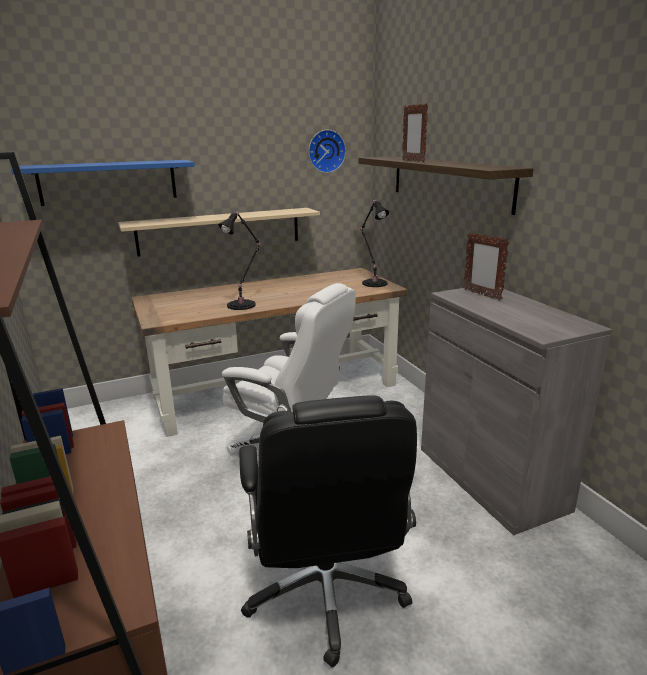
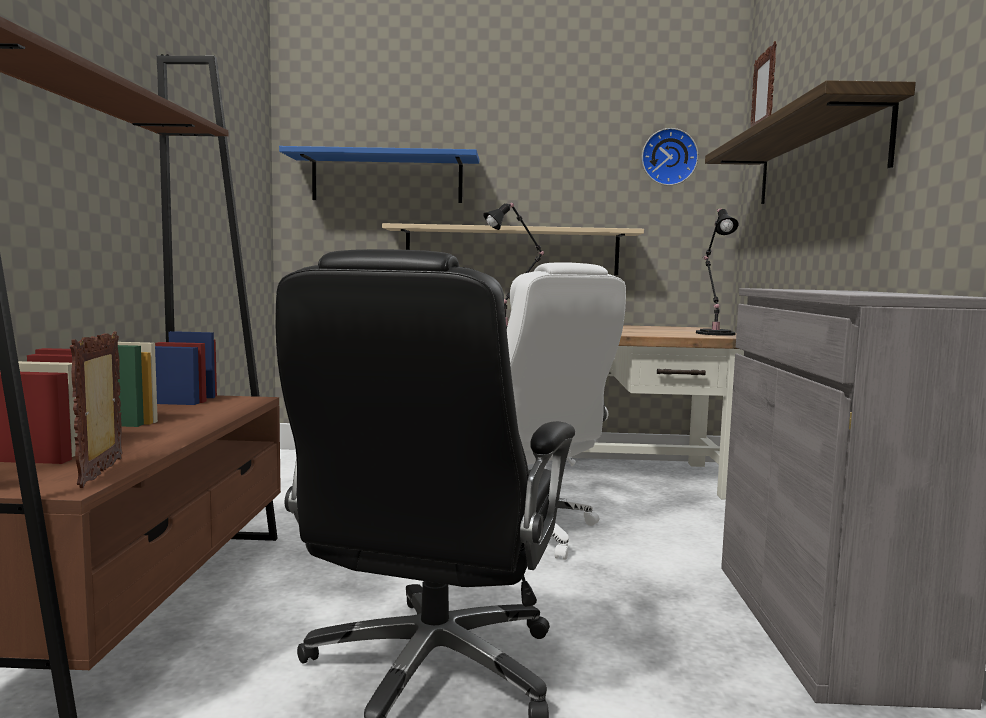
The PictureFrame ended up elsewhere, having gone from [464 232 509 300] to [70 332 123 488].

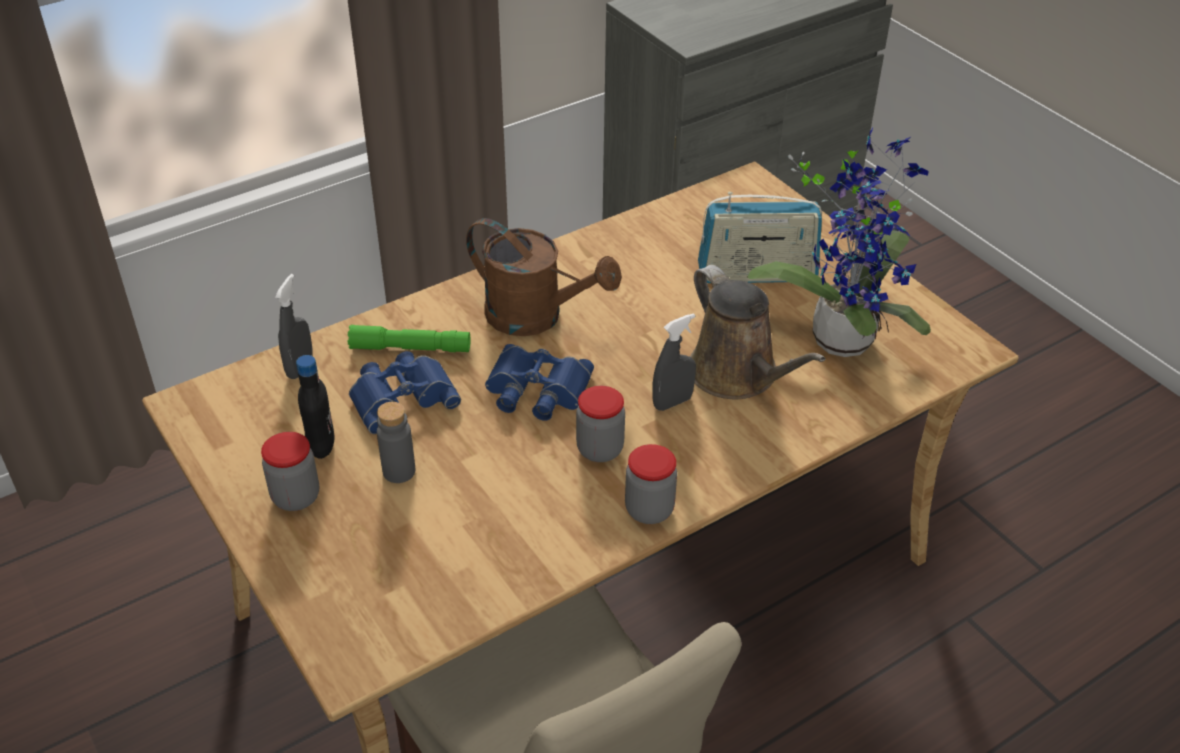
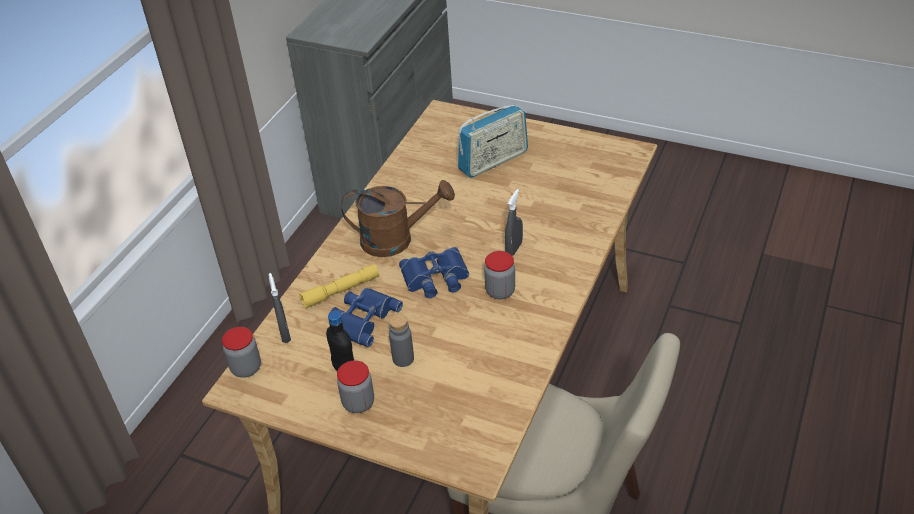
The second view lost the BrownishWateringCan at [690 265 826 399].
The second view lost the Houseplant at [748 128 931 357].
The StorageJar ended up elsewhere, having gone from [625 444 677 524] to [222 327 261 378].
What was the GreenColouredHandTorch at [348 325 470 352] turned into the YellowHandTorch at [299 264 379 309].

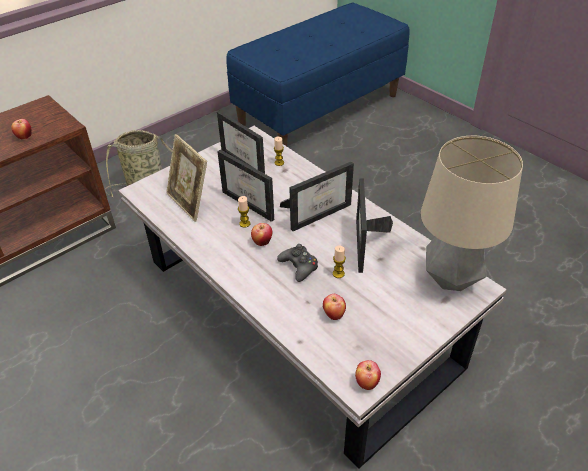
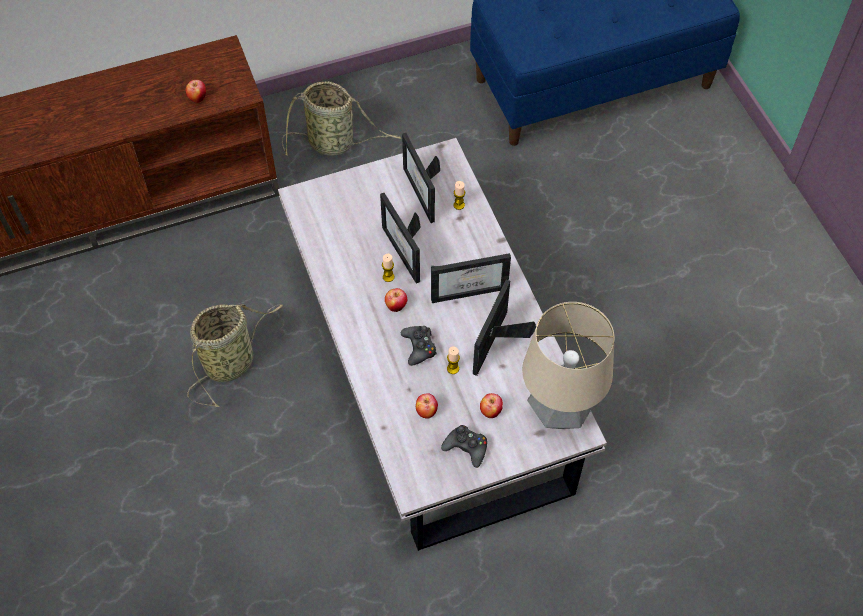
The second view lost the PictureFrame at [166 134 207 222].
The second view gained the Basket at [187 304 283 407].
The second view gained the BlackishGameController at [441 425 487 468].
The Apple ended up elsewhere, having gone from [355 360 381 390] to [480 393 503 418].

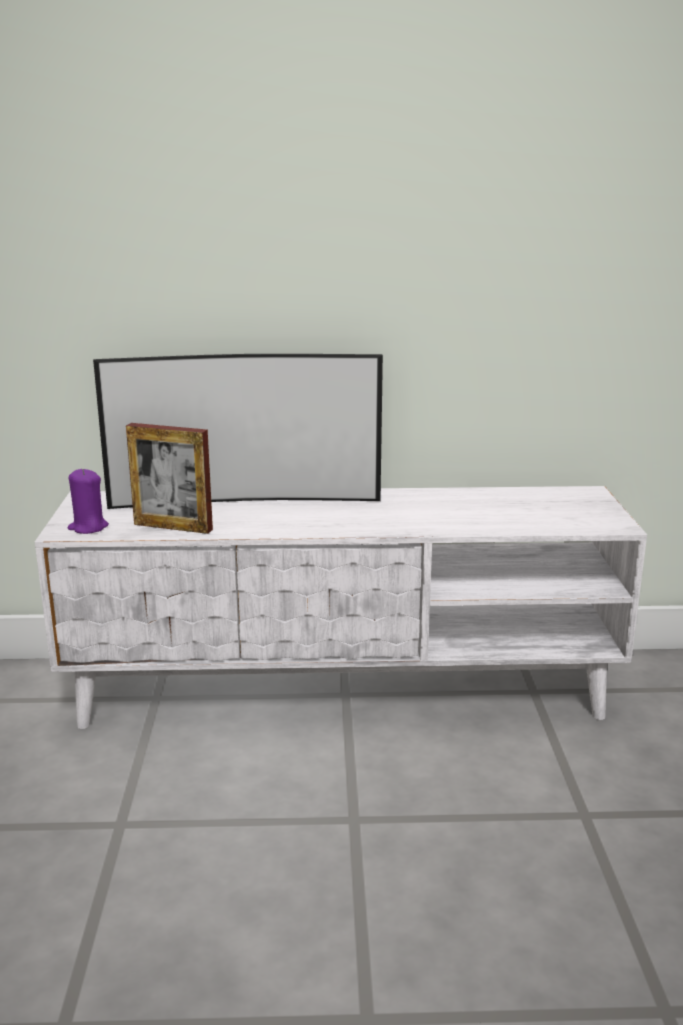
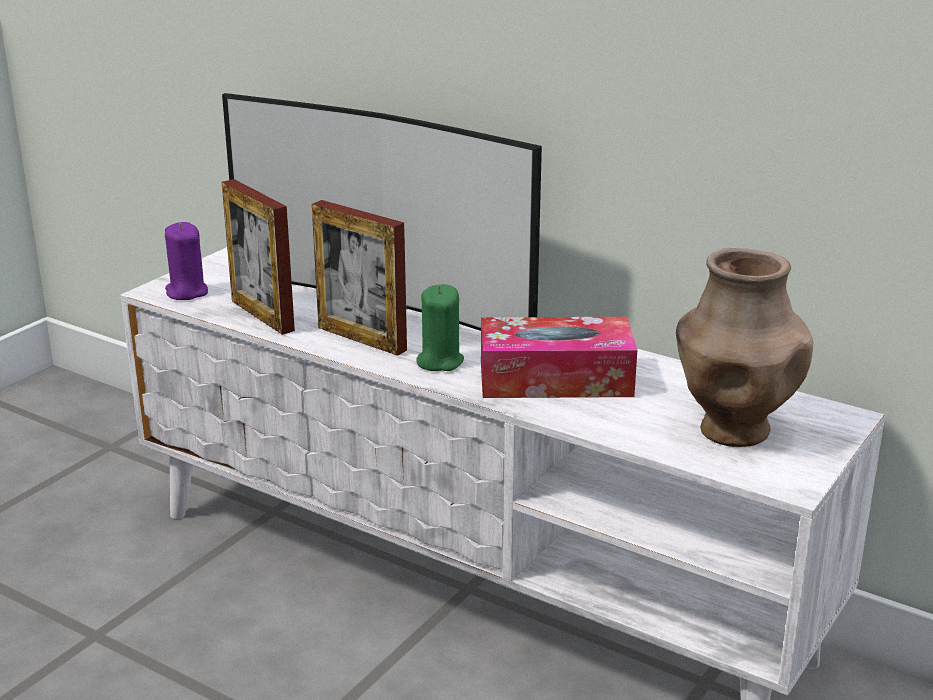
The second view gained the PictureFrame at [312 200 407 356].
The second view gained the GreenColouredWaxLight at [416 284 464 371].
The second view gained the TissueHolder at [481 317 637 398].
The second view gained the BrownishVase at [676 248 813 447].

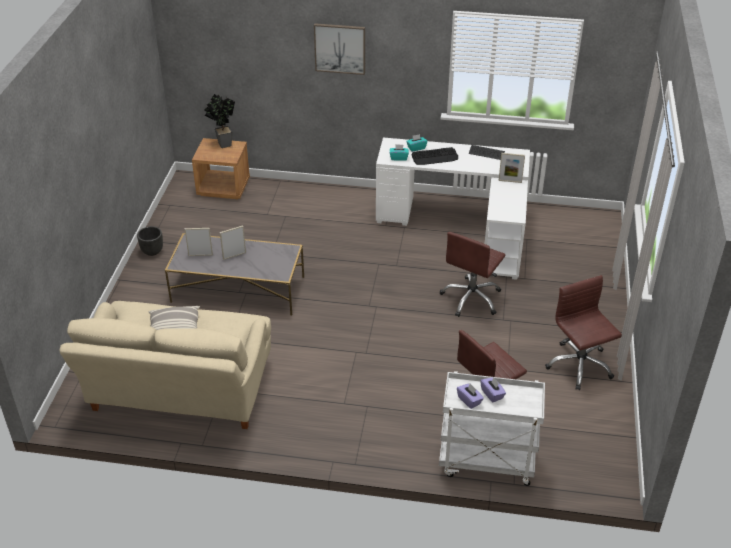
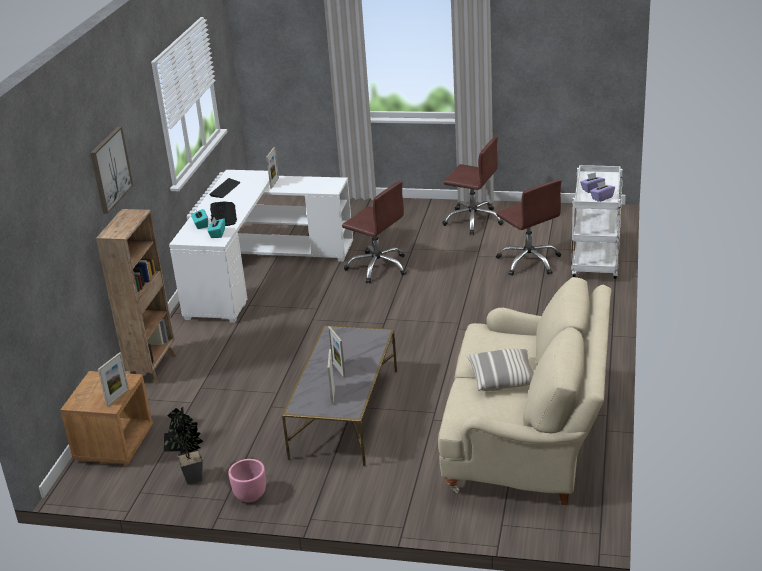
The second view gained the BrownishShelvingUnit at [96 209 176 385].
The second view gained the PictureFrame at [98 352 129 407].
The Houseplant ended up elsewhere, having gone from [205 94 235 148] to [164 407 204 485].
What was the BlackishFlowerPot at [137 226 163 256] turned into the PinkColouredFlowerPot at [228 459 266 502].
The BrownishDeskChair at [545 275 622 390] ended up facing another way, 135 degrees counterclockwise from before.

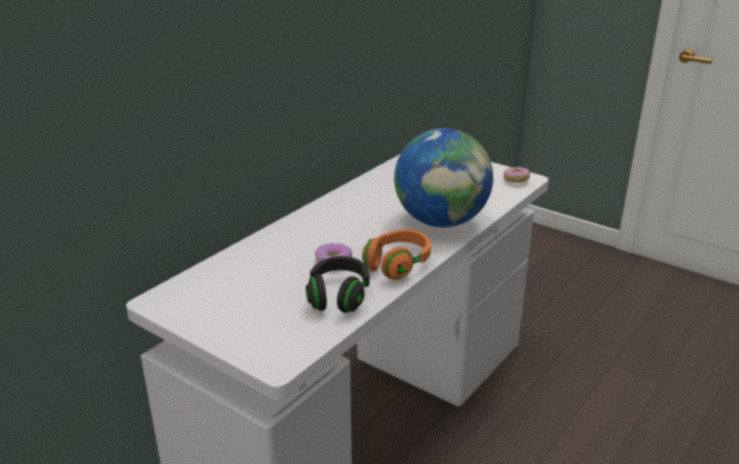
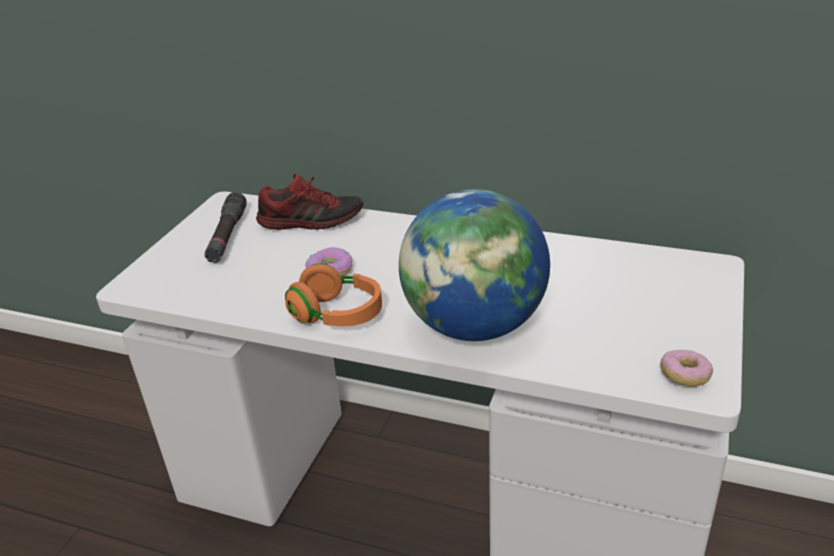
The second view lost the BlackishHeadphones at [306 256 370 313].
The second view gained the BlackishHandTorch at [204 192 247 263].
The second view gained the Shoe at [256 174 363 230].

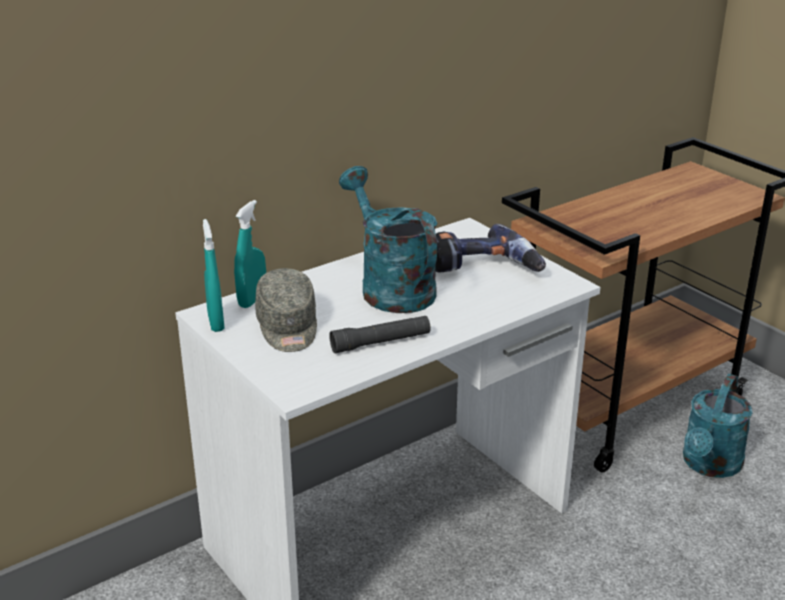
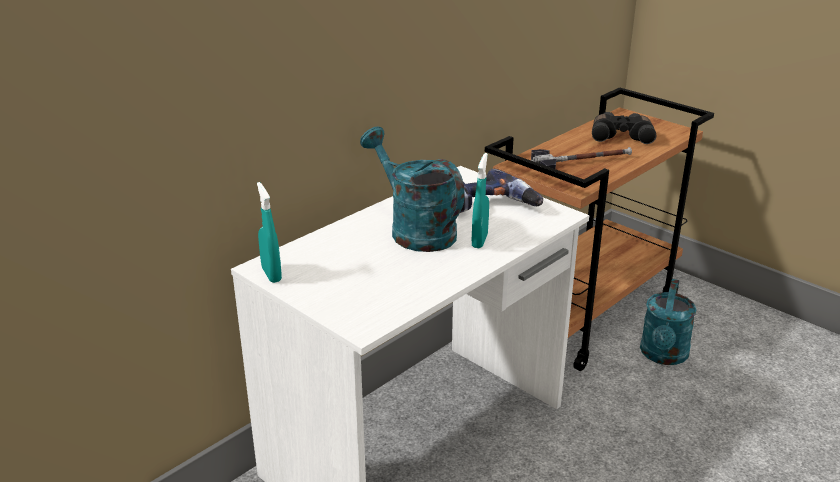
The second view lost the GreyPeakedCap at [255 268 317 352].
The second view lost the BlackishHandTorch at [329 316 431 353].
The second view gained the Hammer at [531 147 632 169].
The second view gained the BlackishBinoculars at [592 112 656 144].
The BlueGreenSprayBottle ended up elsewhere, having gone from [234 200 266 308] to [472 153 489 248].

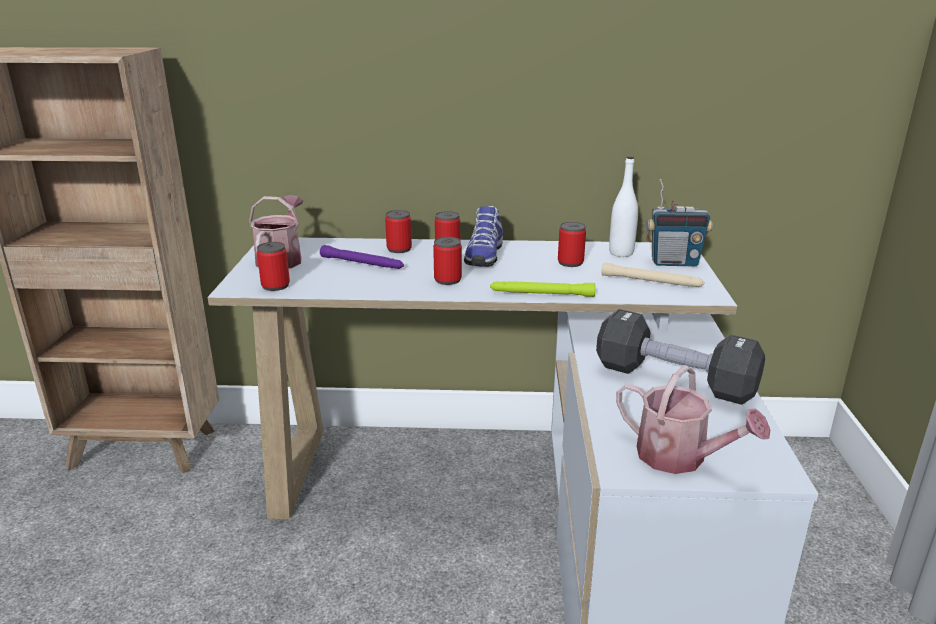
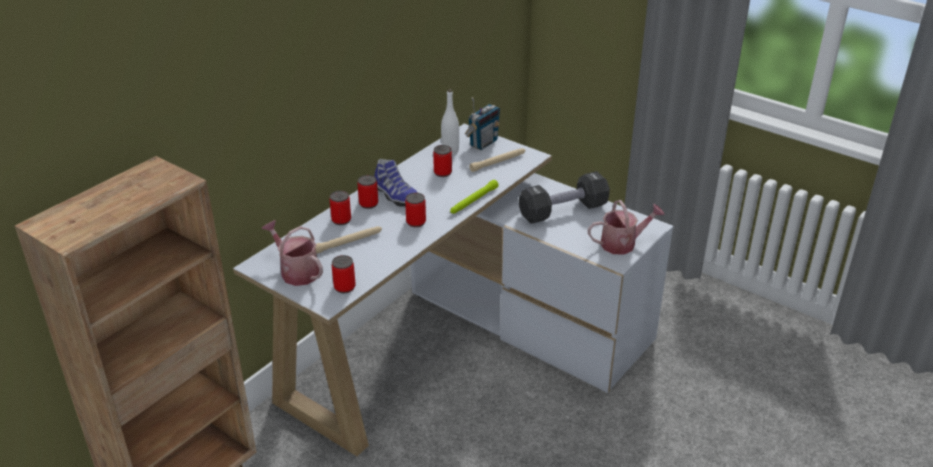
What was the PurpleColouredHandTorch at [320 245 404 269] turned into the BeigeColouredHandTorch at [316 226 382 254].

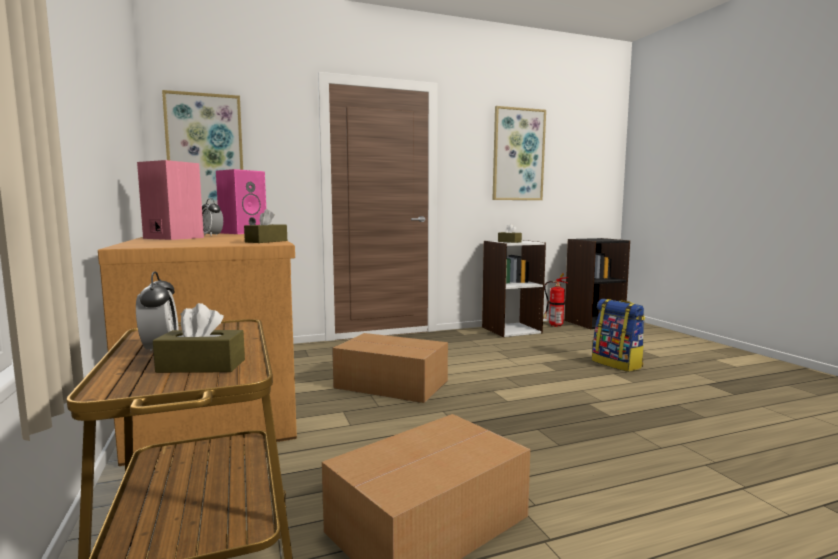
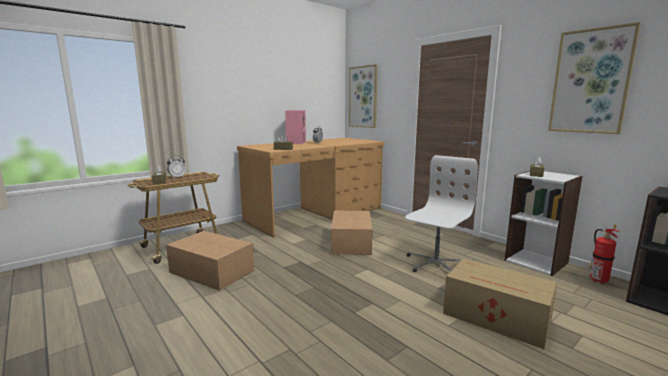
The second view lost the PinkColouredLoudspeaker at [216 169 266 234].
The second view gained the WhiteDeskChair at [405 155 478 272].
Where the Rucksack stood at [592 299 645 372], the CardboardBox came to stand at [443 259 557 349].

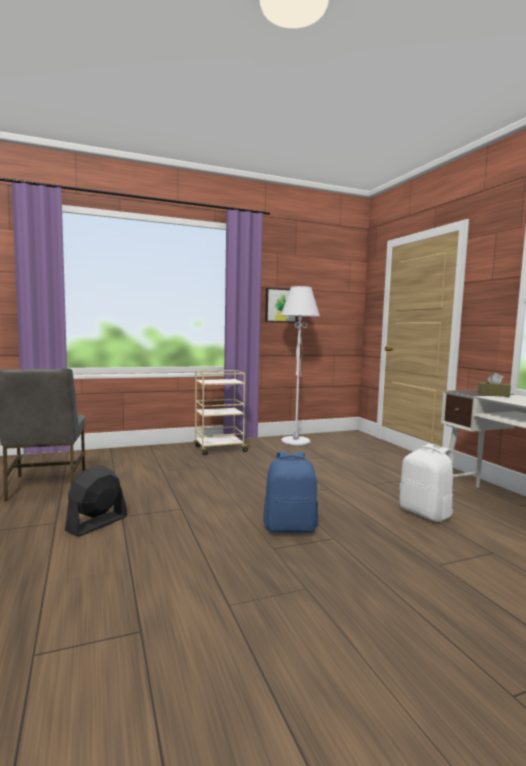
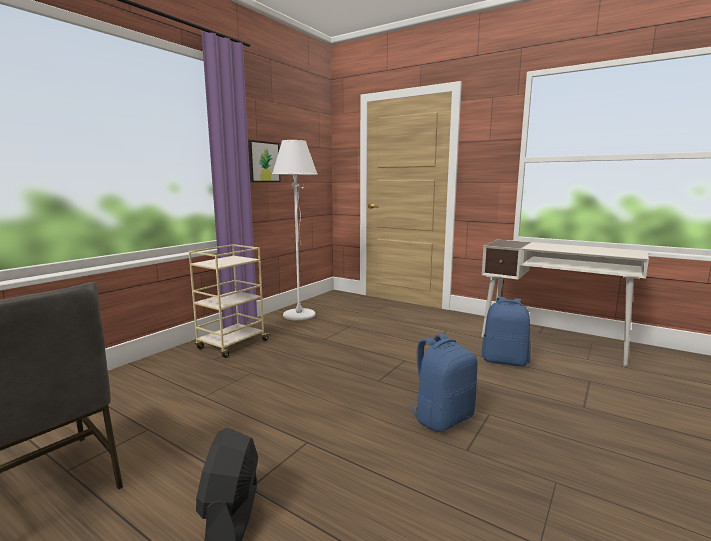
The second view lost the BrownishTissueHolder at [478 372 511 397].
What was the WhiteRucksack at [400 444 453 522] turned into the BluishRucksack at [482 297 531 367].

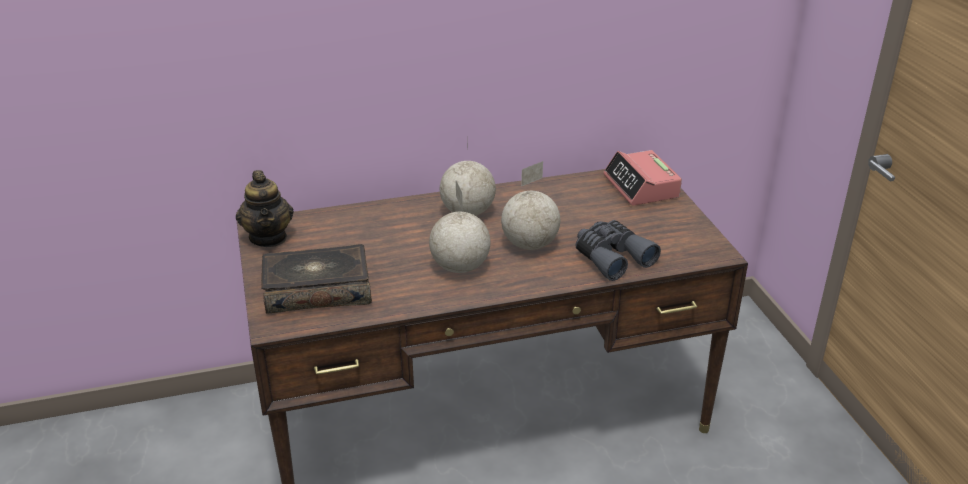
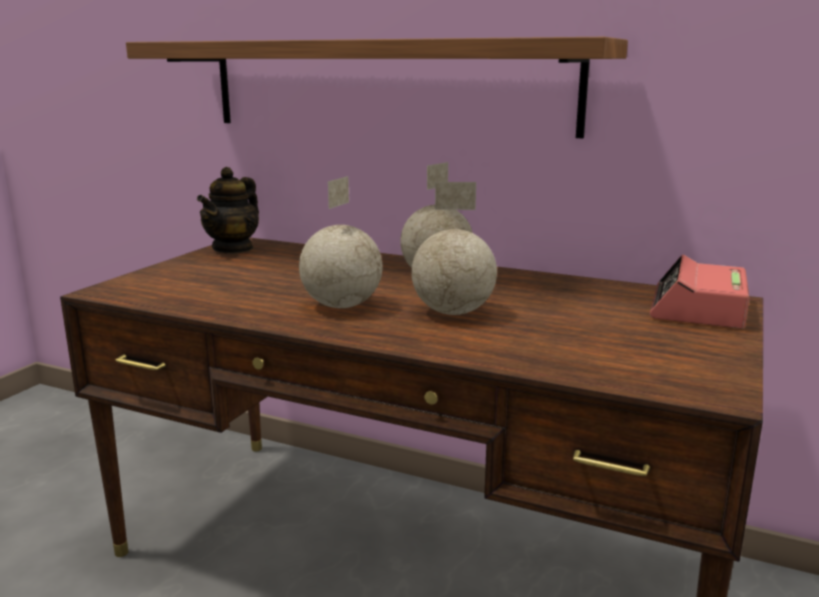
The second view lost the Volume at [261 244 372 314].
The second view lost the GreyBinoculars at [576 220 661 281].
The second view gained the WallShelf at [126 37 628 138].

